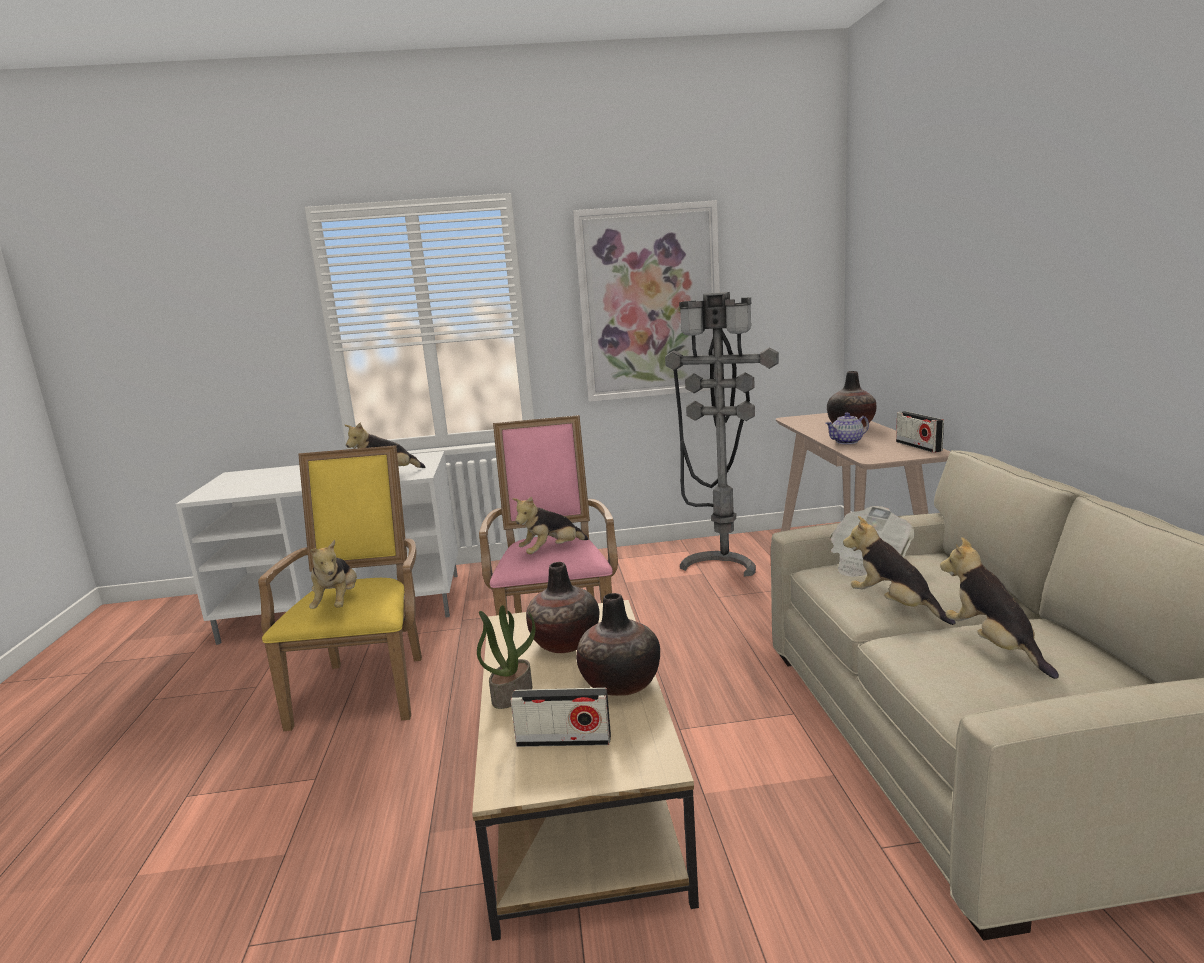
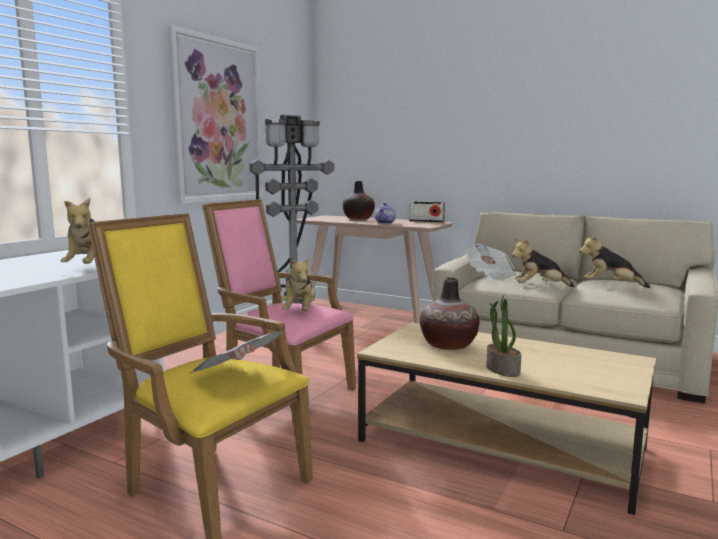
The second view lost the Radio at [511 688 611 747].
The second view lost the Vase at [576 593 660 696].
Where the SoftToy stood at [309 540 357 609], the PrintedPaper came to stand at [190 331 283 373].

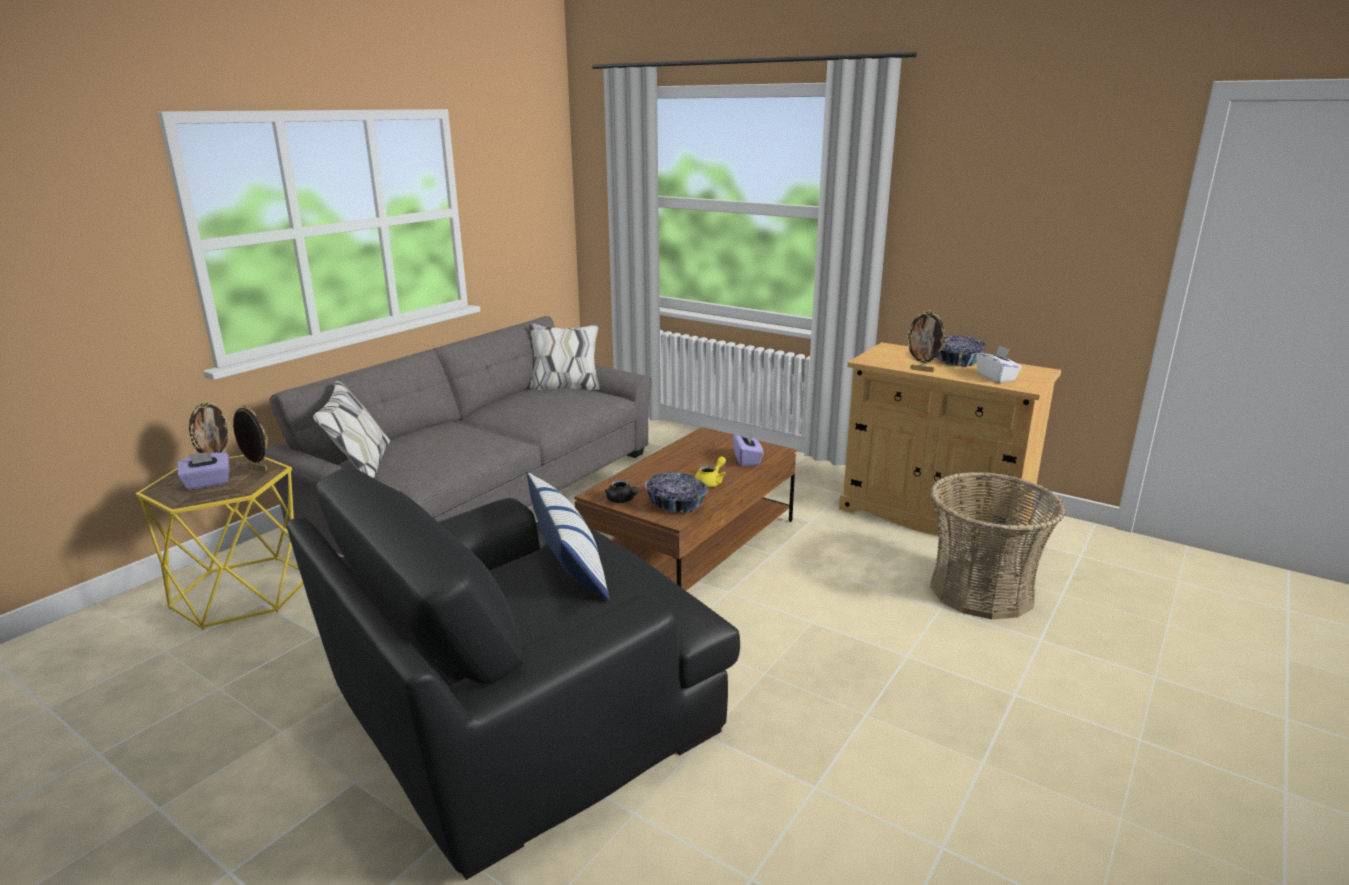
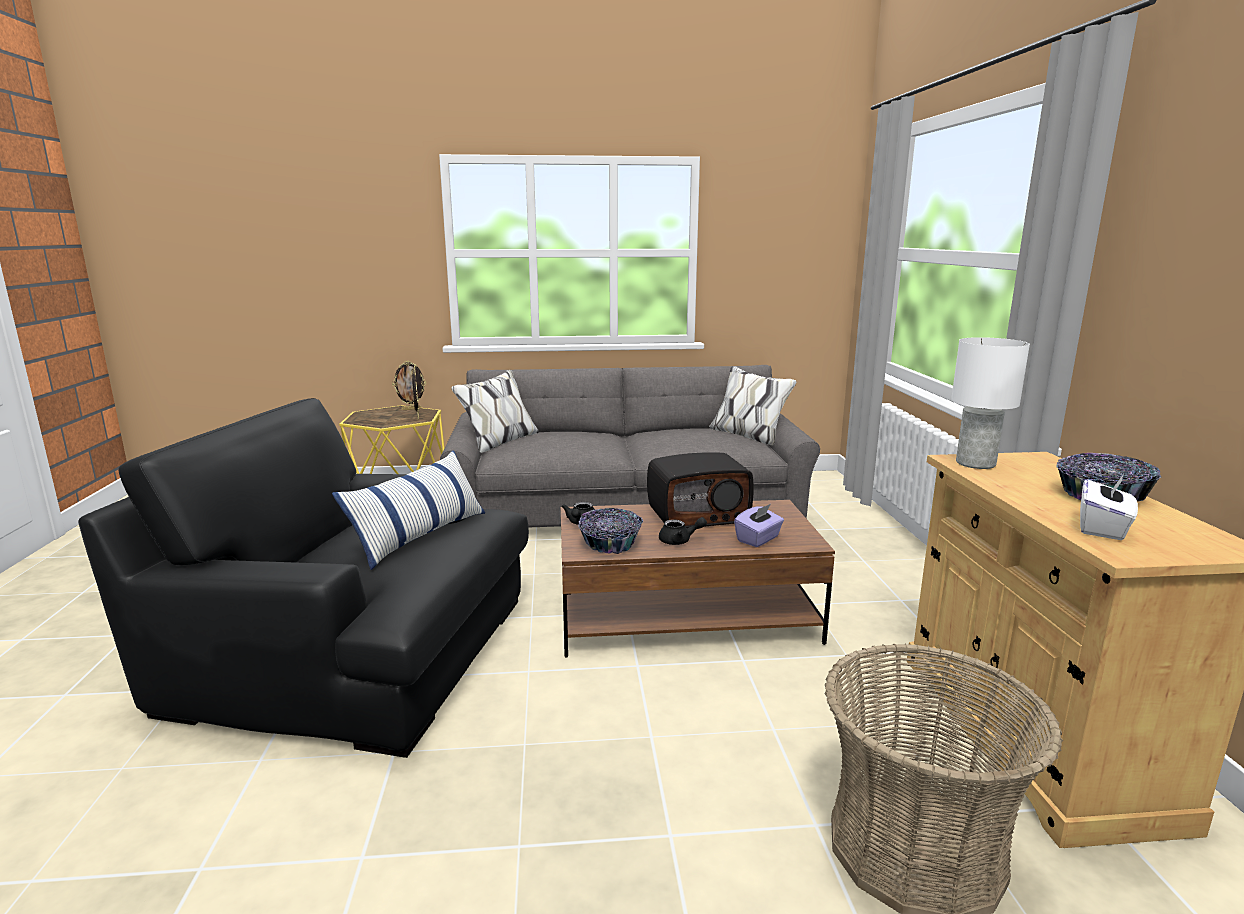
The second view lost the PurpleColouredTissueHolder at [177 451 229 490].
The second view lost the PictureFrame at [905 310 947 372].
The second view gained the Radio at [647 452 753 528].
The second view gained the WhiteTabletopLamp at [951 337 1030 469].
What was the YellowTeaPot at [695 457 726 487] turned into the BlackishTeaPot at [659 517 707 545].

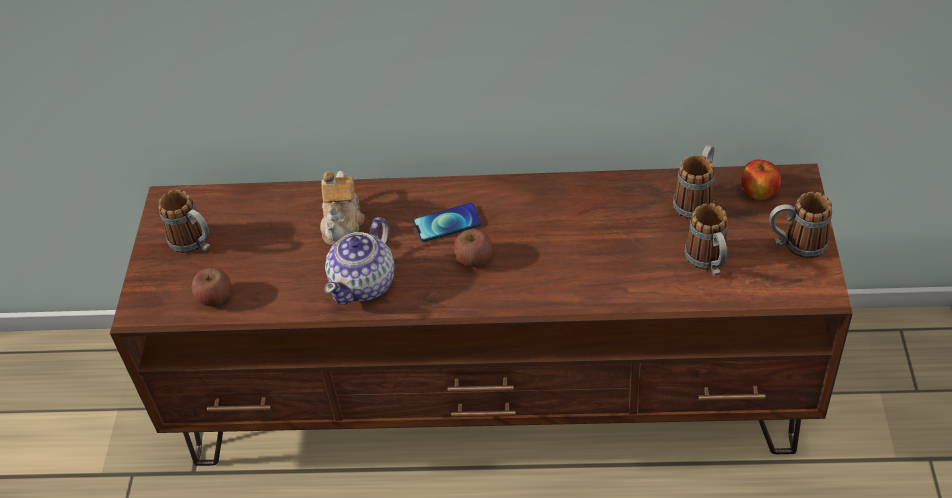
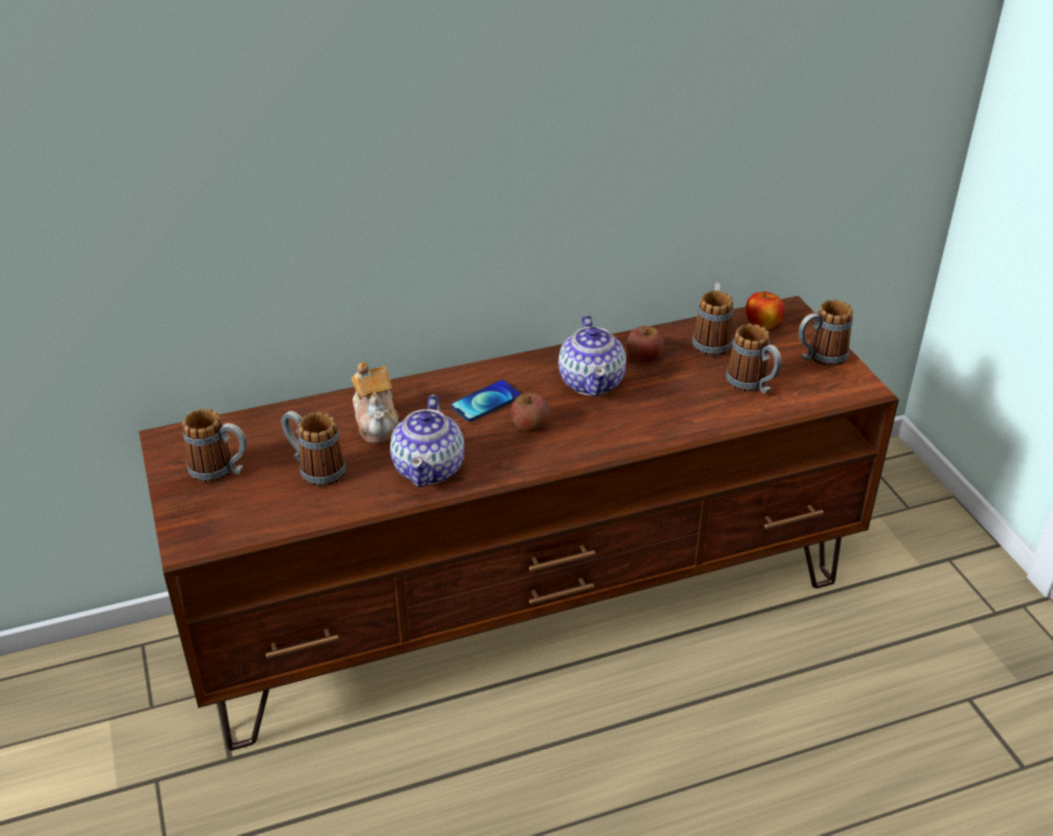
The second view gained the CoffeeMug at [281 411 346 487].
The second view gained the TeaPot at [558 315 626 397].
The Apple ended up elsewhere, having gone from [192 268 231 306] to [627 326 664 363].

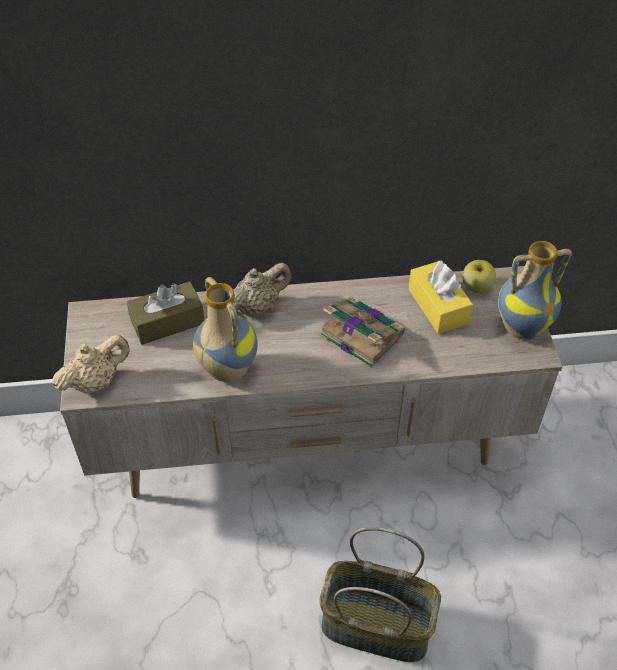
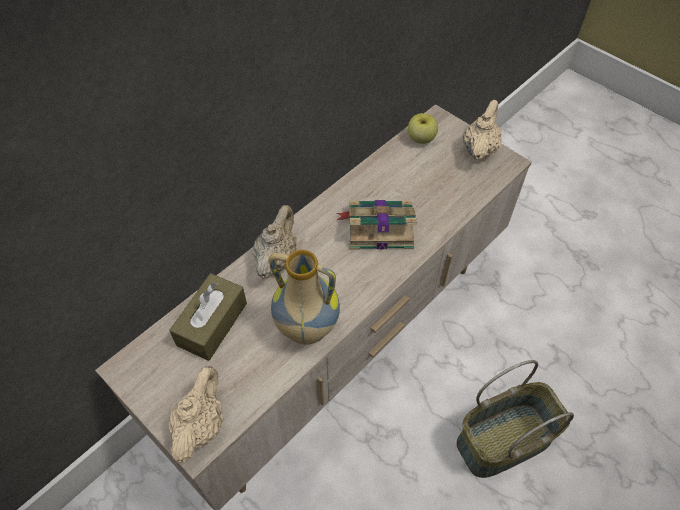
The second view lost the YellowTissueHolder at [408 260 473 334].
Where the Vase stood at [498 241 572 340], the BeigeColouredTeaPot came to stand at [463 100 501 160].

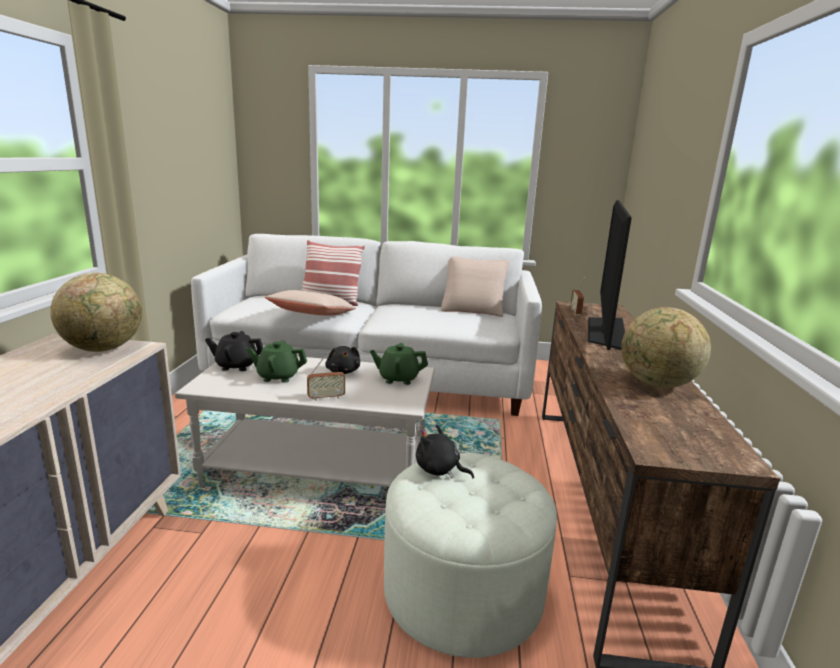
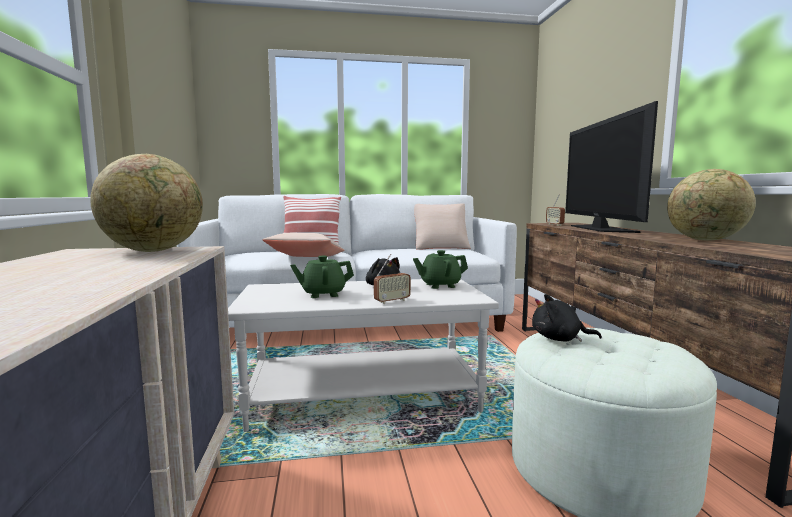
The second view lost the BlackishTeaPot at [205 331 263 371].

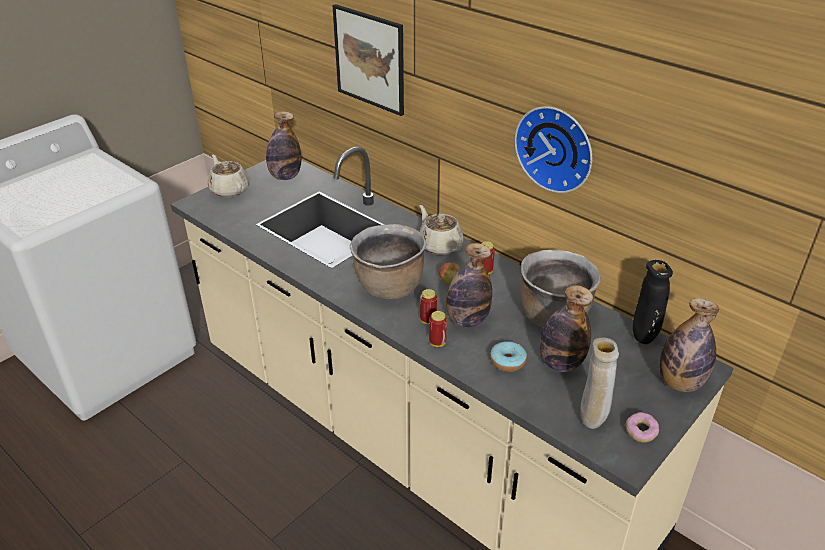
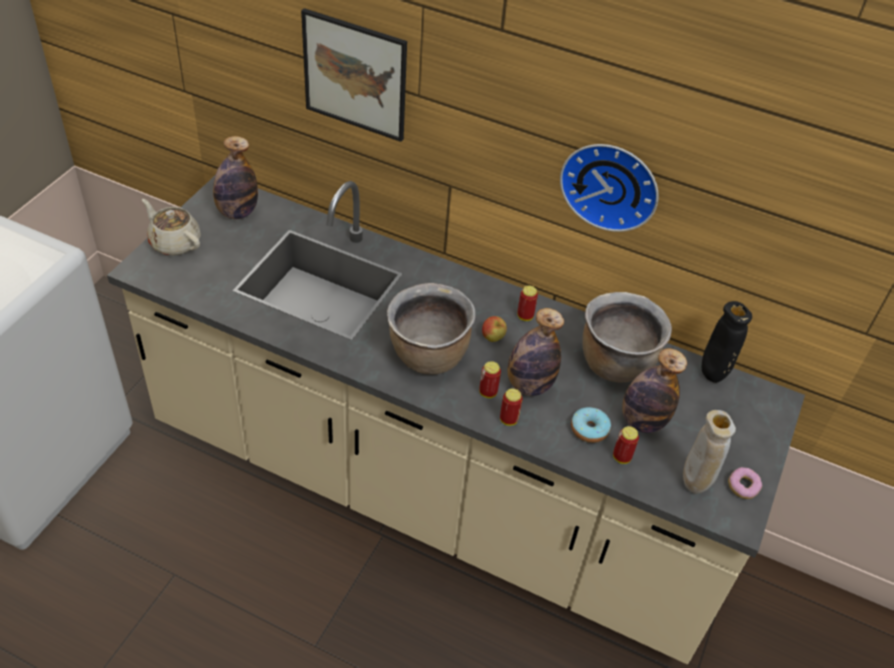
The second view lost the BeigeColouredTeaPot at [419 205 463 255].
The second view lost the BeverageBottle at [659 298 719 392].
The second view gained the Can at [613 426 639 464].

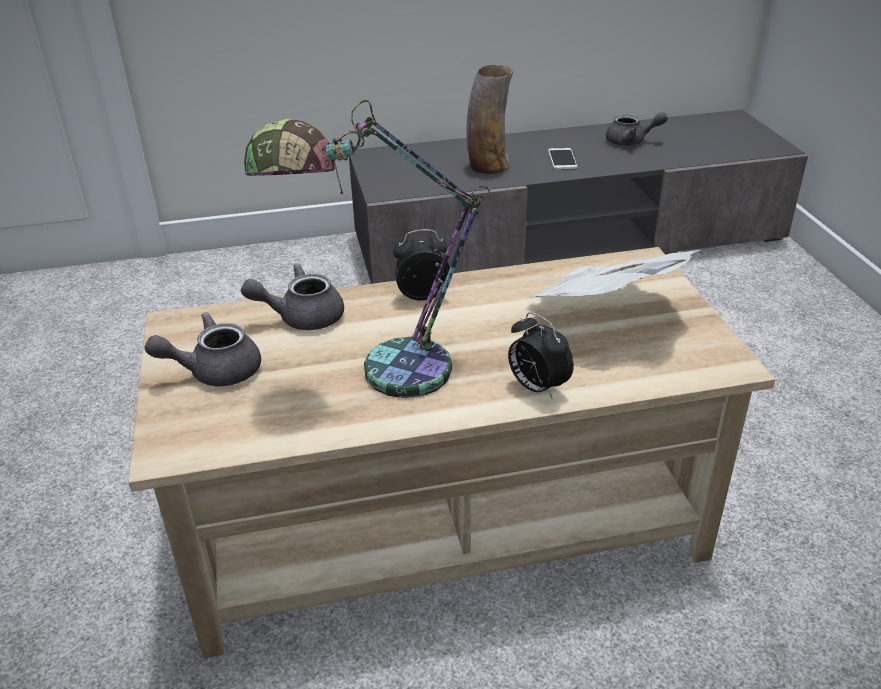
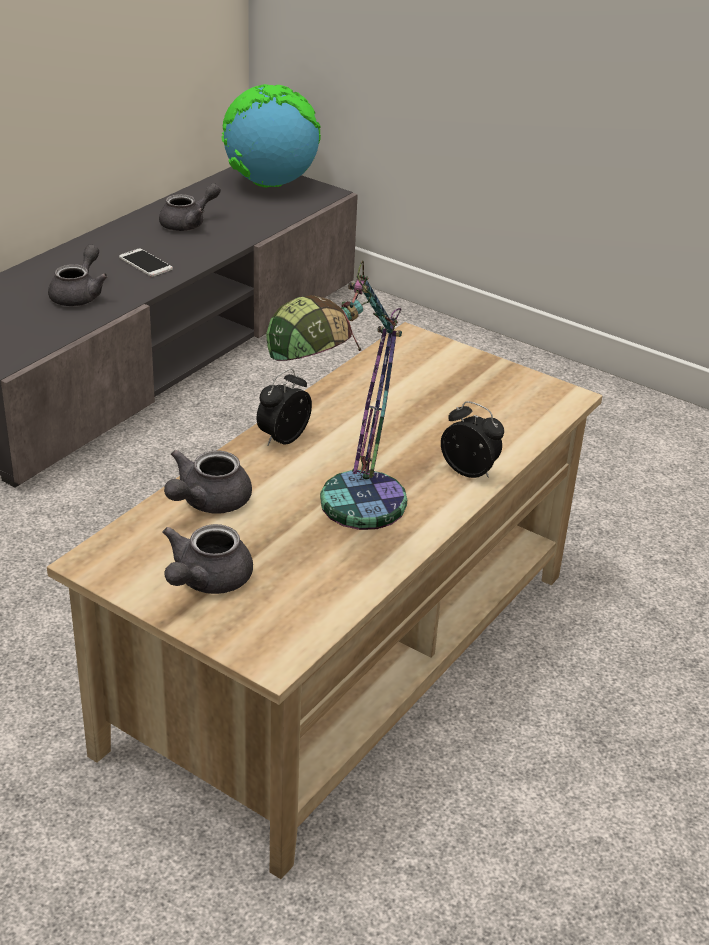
The second view lost the PrintedPaper at [527 250 701 298].
The second view gained the WorldGlobe at [221 84 321 188].
Where the Vase stood at [466 64 513 174], the GreyTeaPot came to stand at [48 244 108 306].
The TableClock at [508 312 574 399] ended up facing another way, 150 degrees counterclockwise from before.

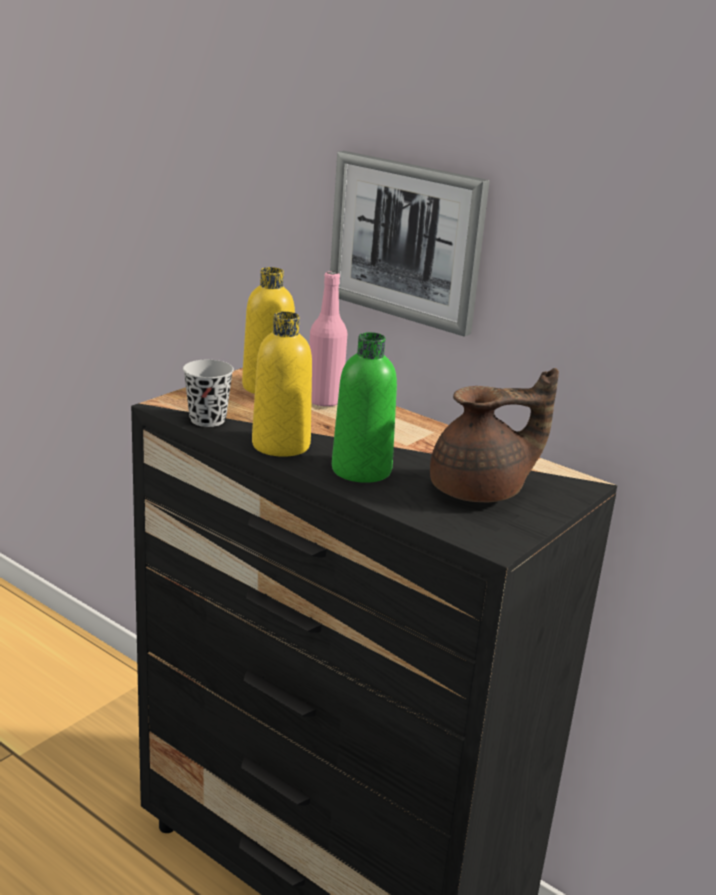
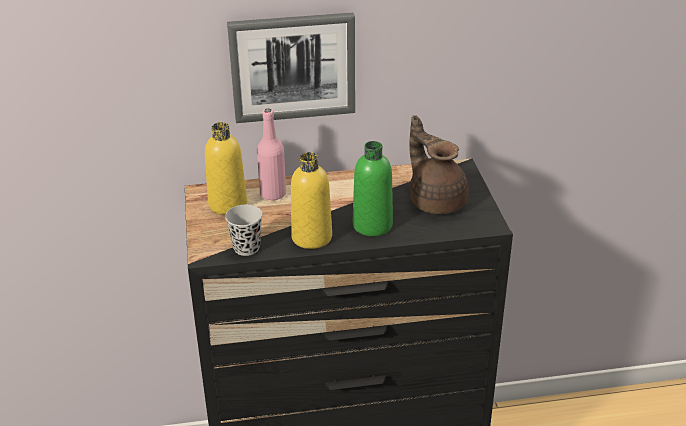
The BrownishTeaPot at [430 368 559 502] ended up facing another way, 60 degrees counterclockwise from before.

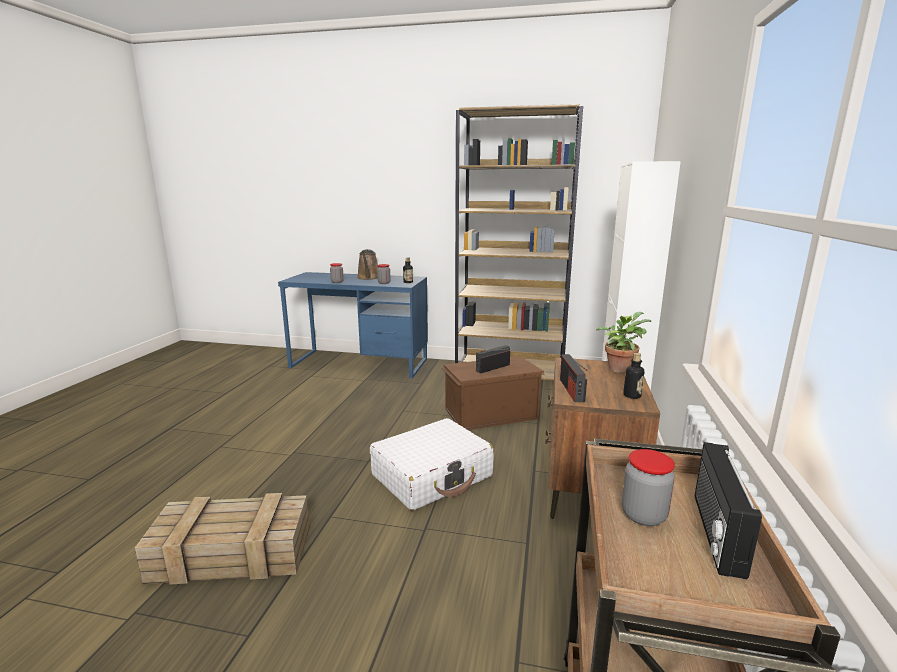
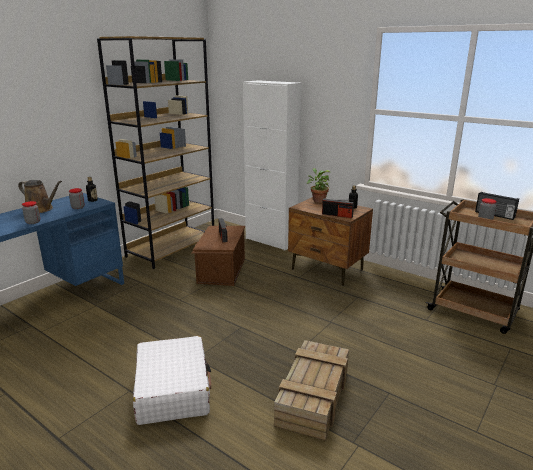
The WhitePieceOfLuggage ended up elsewhere, having gone from [370 418 494 511] to [133 336 211 425].

